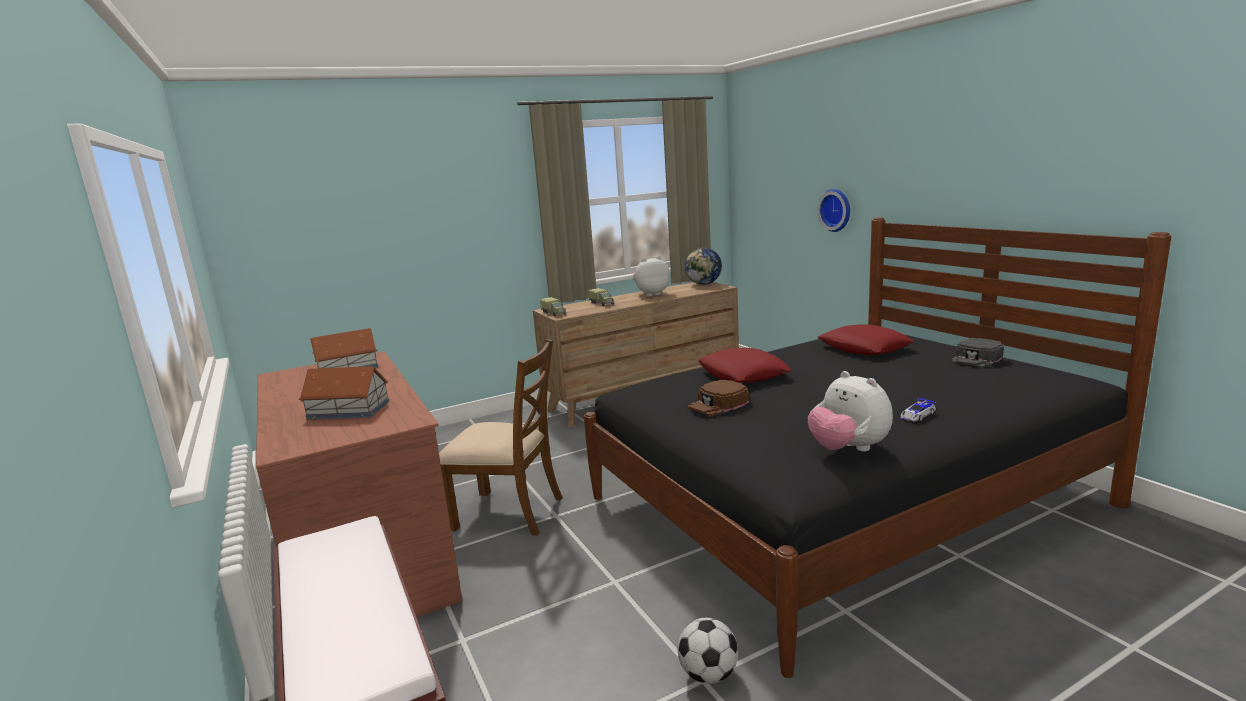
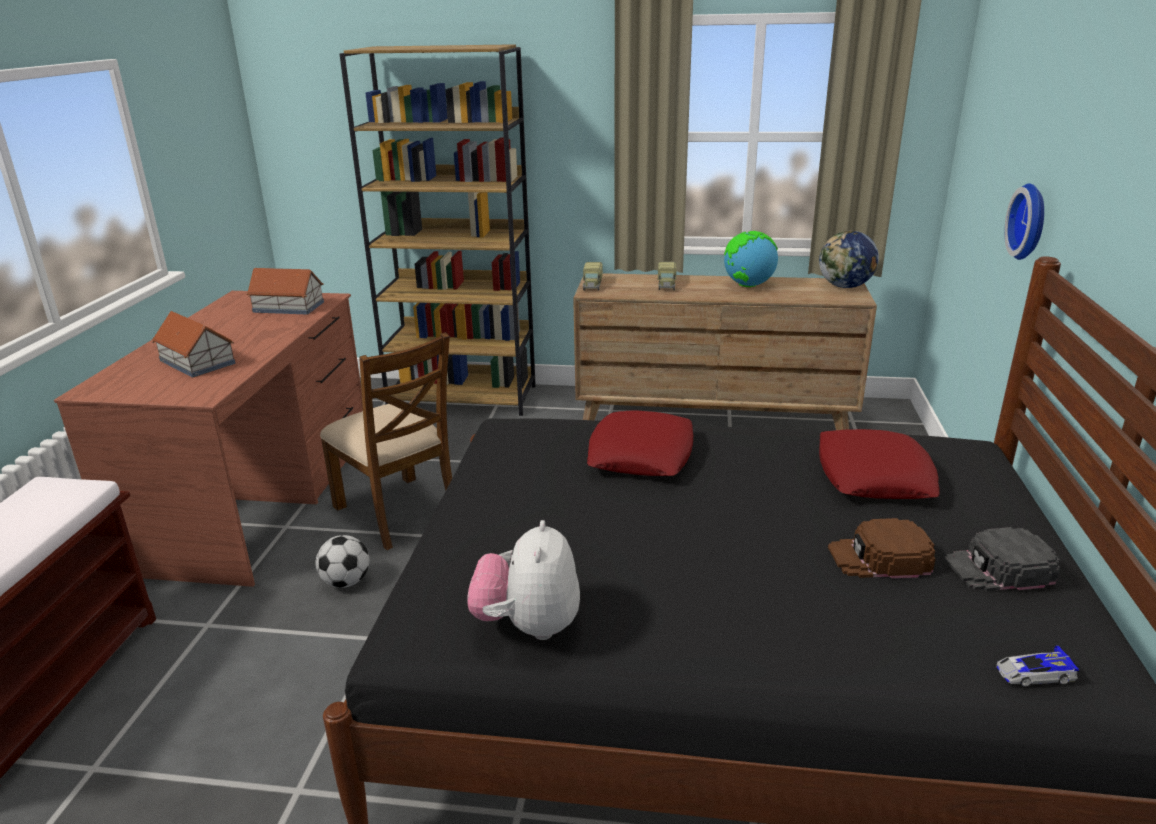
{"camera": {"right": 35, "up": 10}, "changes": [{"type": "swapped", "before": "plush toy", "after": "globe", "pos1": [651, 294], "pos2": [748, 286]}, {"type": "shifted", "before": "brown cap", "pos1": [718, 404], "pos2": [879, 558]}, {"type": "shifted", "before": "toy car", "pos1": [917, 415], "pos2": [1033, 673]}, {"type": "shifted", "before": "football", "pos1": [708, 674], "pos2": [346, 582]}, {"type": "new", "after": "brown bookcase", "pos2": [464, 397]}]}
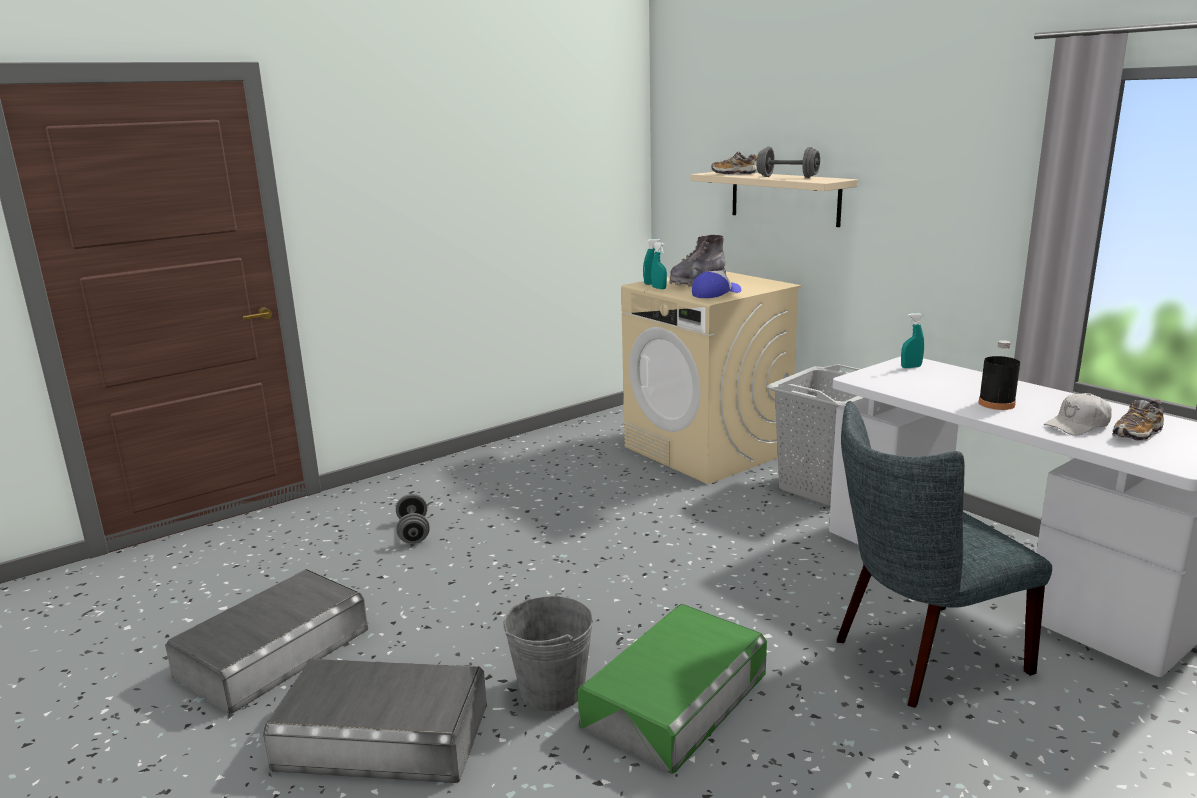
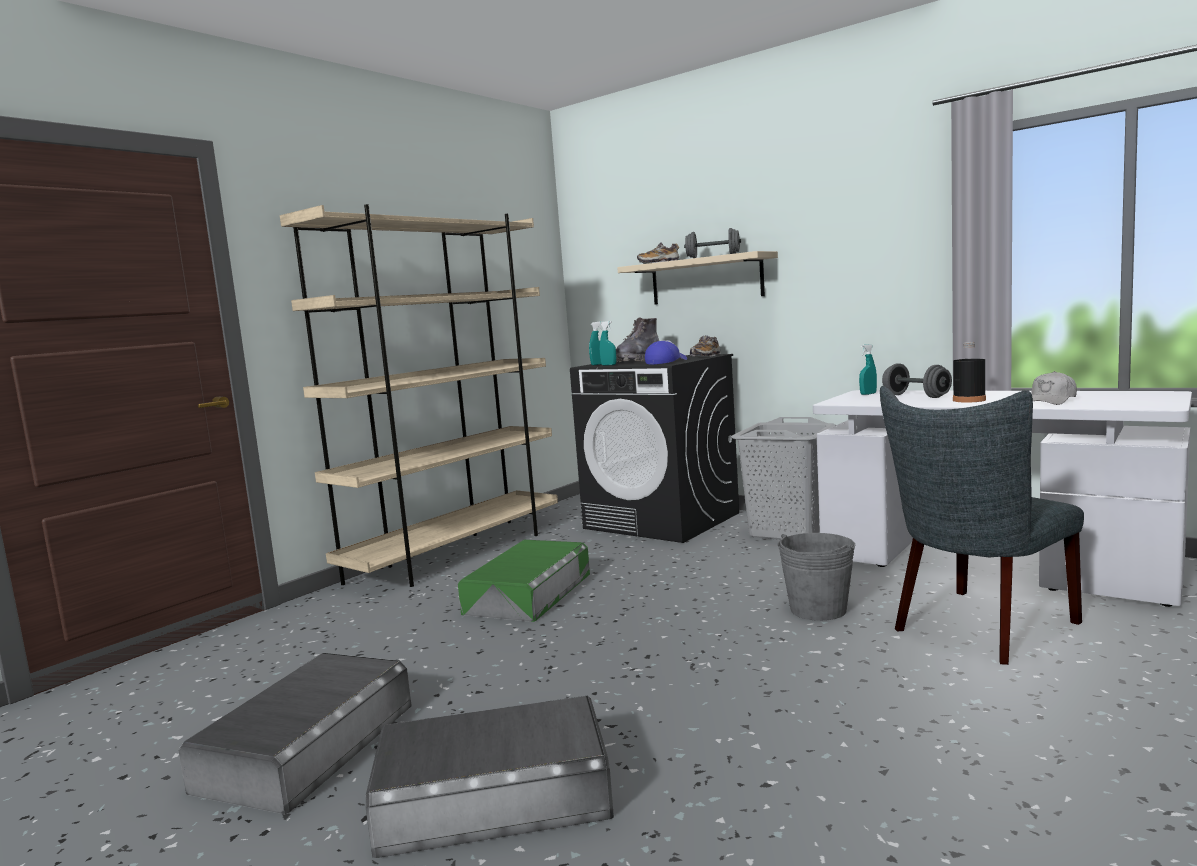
{"camera": {"right": -15, "up": -10}, "changes": [{"type": "repainted", "before": "beige washing machine", "after": "black washing machine", "pos1": [707, 450], "pos2": [662, 521]}, {"type": "shifted", "before": "shoe", "pos1": [1137, 434], "pos2": [705, 356]}, {"type": "shifted", "before": "grey dumbbell", "pos1": [413, 532], "pos2": [916, 396]}, {"type": "shifted", "before": "grey bucket", "pos1": [552, 690], "pos2": [818, 610]}, {"type": "shifted", "before": "green storage box", "pos1": [676, 699], "pos2": [529, 593]}, {"type": "new", "after": "beige bookcase", "pos2": [456, 554]}]}
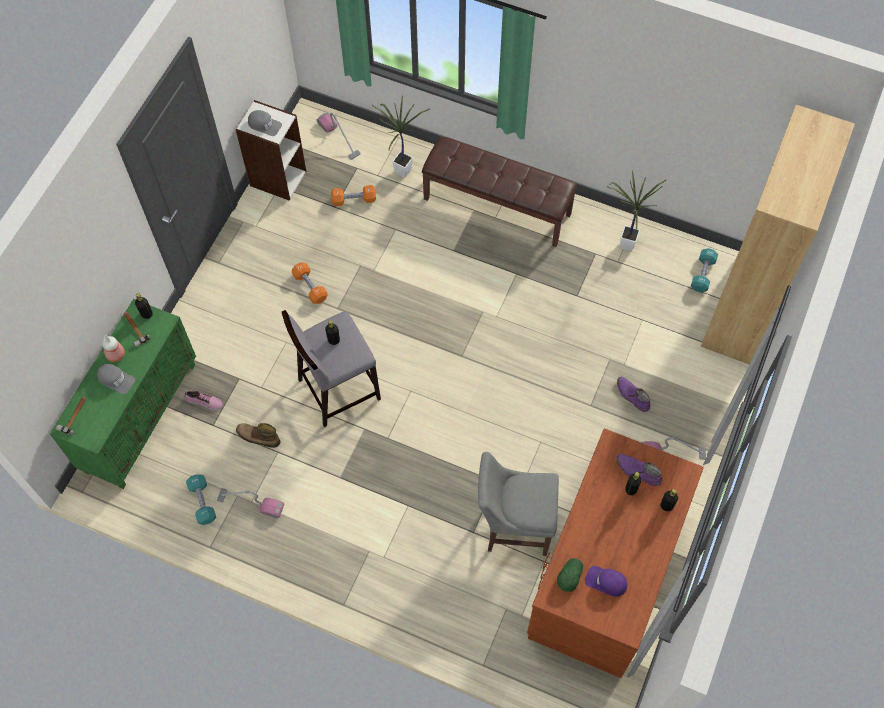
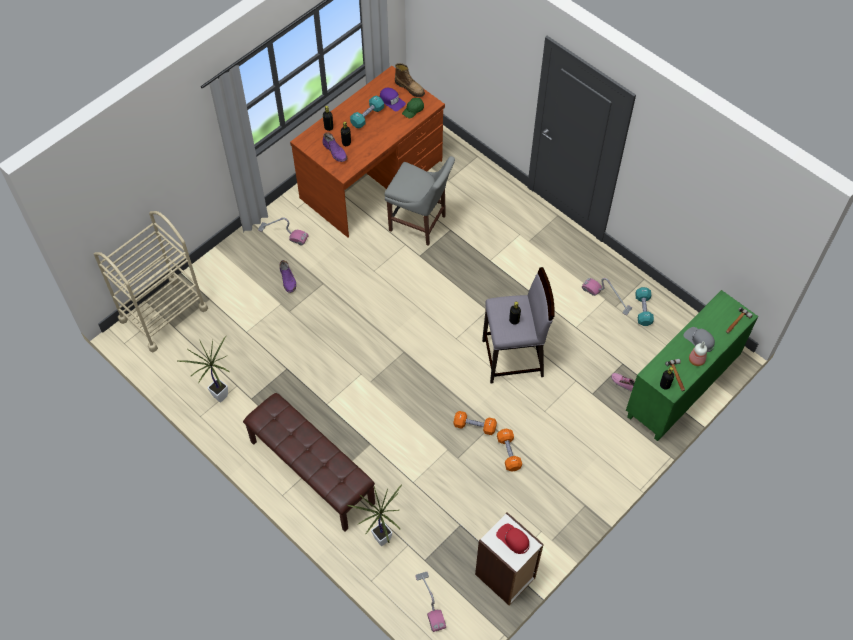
{"camera": {"right": -160, "up": -5}, "changes": [{"type": "swapped", "before": "brown bookcase", "after": "beige cart", "pos1": [742, 309], "pos2": [163, 314]}, {"type": "repainted", "before": "grey cap", "after": "red cap", "pos1": [264, 125], "pos2": [513, 539]}, {"type": "shifted", "before": "orange dumbbell", "pos1": [354, 200], "pos2": [474, 426]}, {"type": "shifted", "before": "turquoise dumbbell", "pos1": [702, 274], "pos2": [367, 116]}, {"type": "shifted", "before": "boot", "pos1": [258, 437], "pos2": [410, 88]}]}
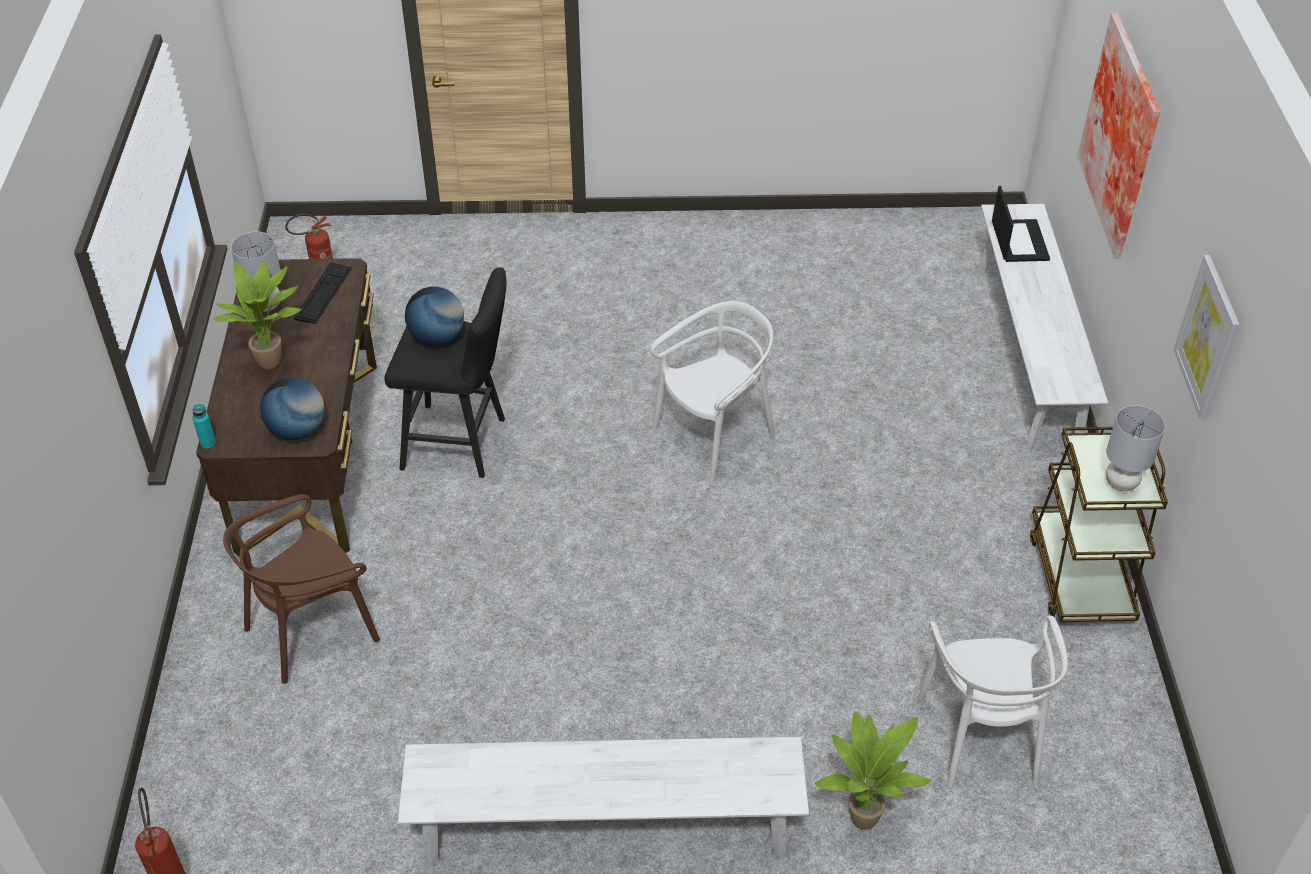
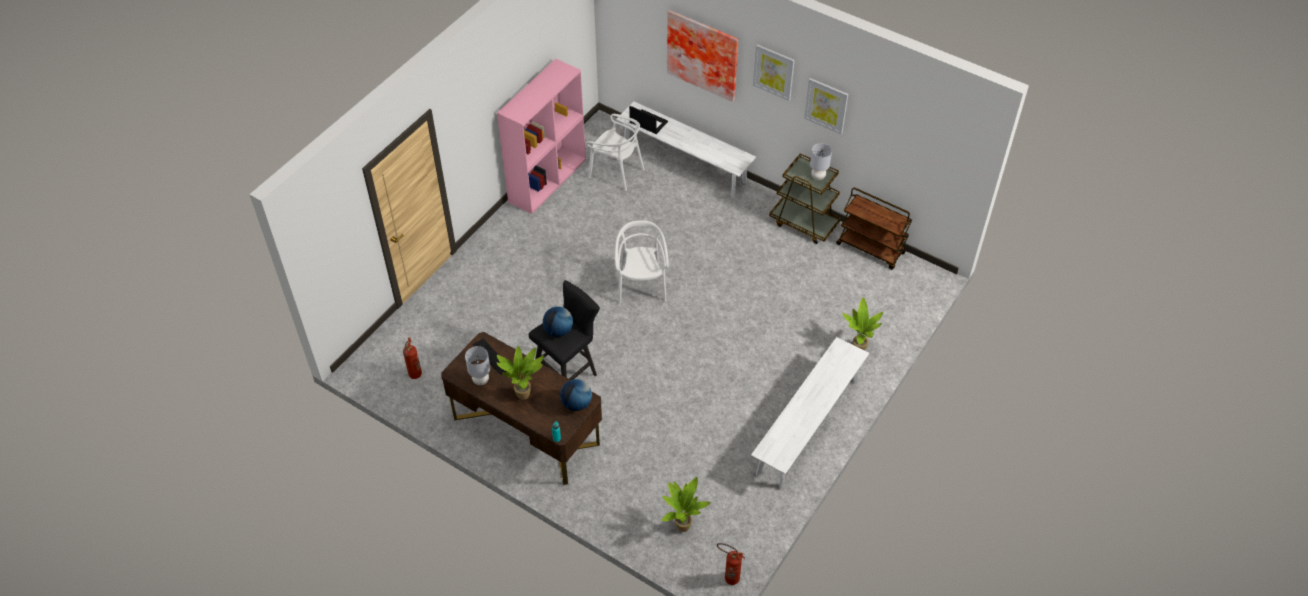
{"camera": {"right": -55, "up": 5}, "changes": [{"type": "gone", "before": "brown chair", "pos1": [311, 630]}, {"type": "shifted", "before": "white chair", "pos1": [981, 737], "pos2": [616, 172]}, {"type": "new", "after": "picture", "pos2": [773, 72]}, {"type": "new", "after": "pink bookcase", "pos2": [547, 180]}, {"type": "new", "after": "brown cart", "pos2": [871, 249]}, {"type": "new", "after": "potted plant", "pos2": [681, 526]}]}
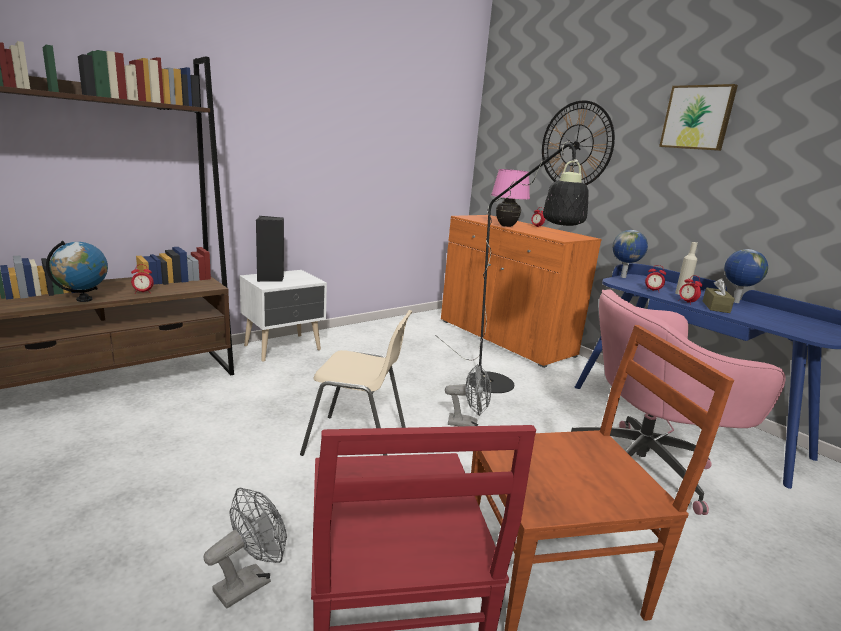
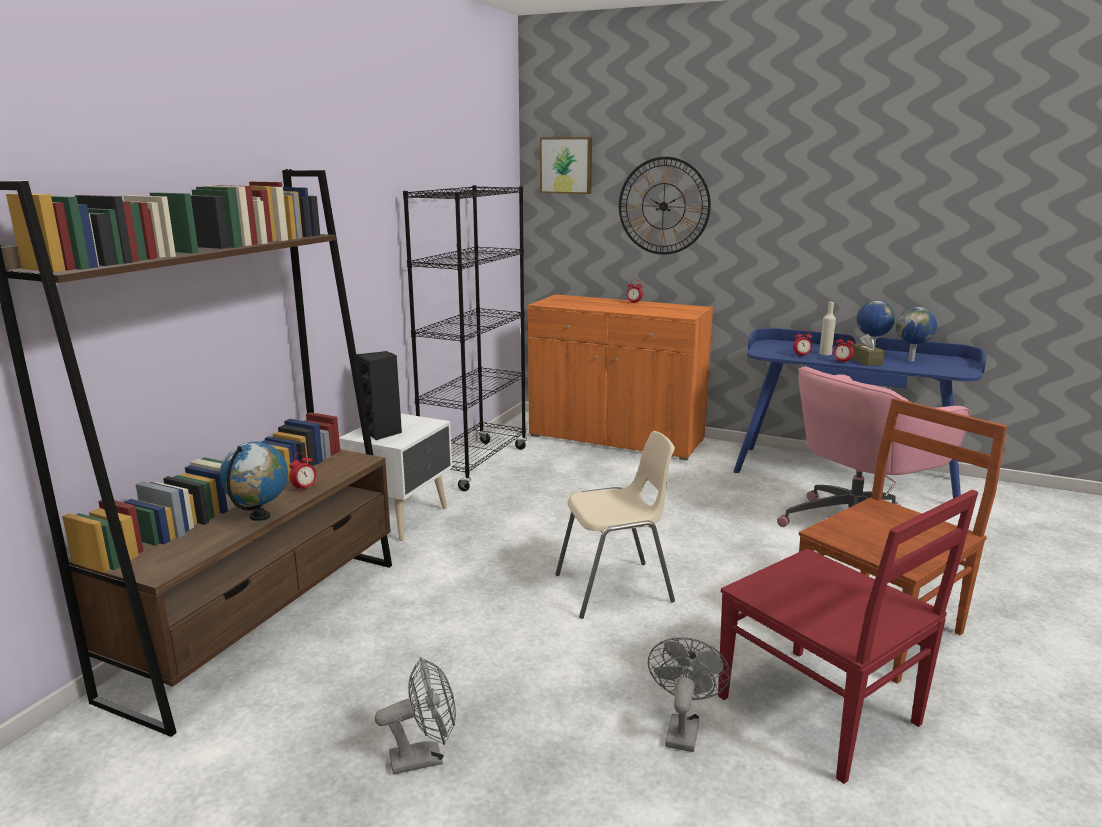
{"camera": {"right": -25, "up": 0}, "changes": [{"type": "shifted", "before": "picture", "pos1": [697, 118], "pos2": [566, 165]}, {"type": "gone", "before": "black floor lamp", "pos1": [497, 388]}, {"type": "gone", "before": "pink table lamp", "pos1": [506, 226]}, {"type": "shifted", "before": "globe", "pos1": [624, 277], "pos2": [912, 360]}, {"type": "shifted", "before": "grey fan", "pos1": [467, 424], "pos2": [425, 757]}, {"type": "new", "after": "black bookcase", "pos2": [475, 465]}]}
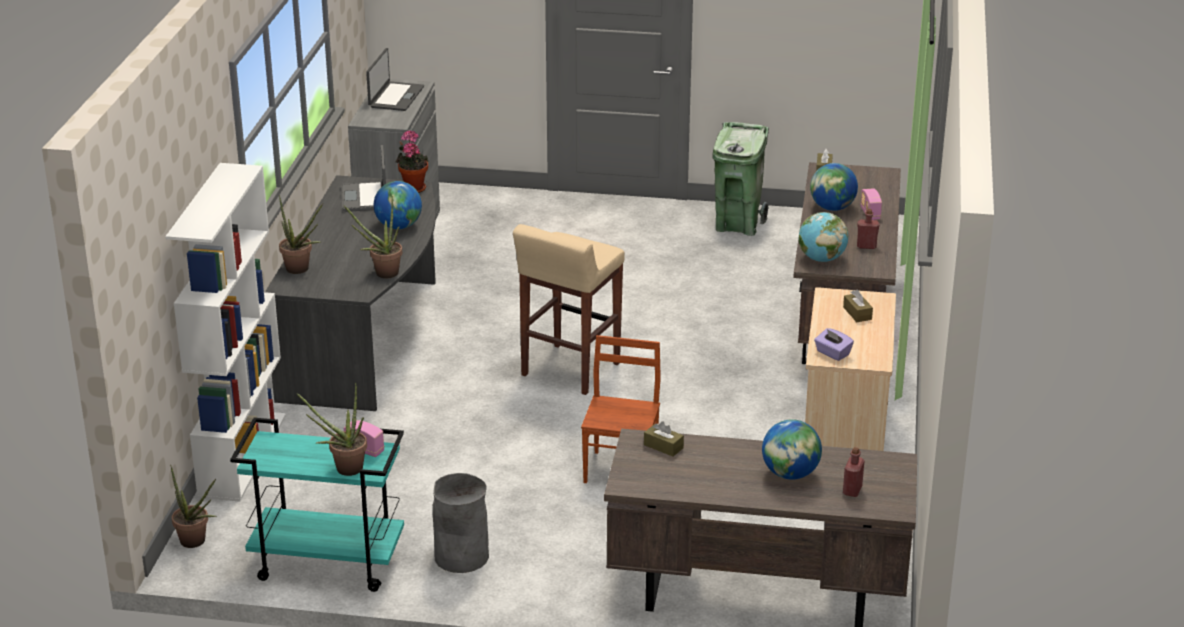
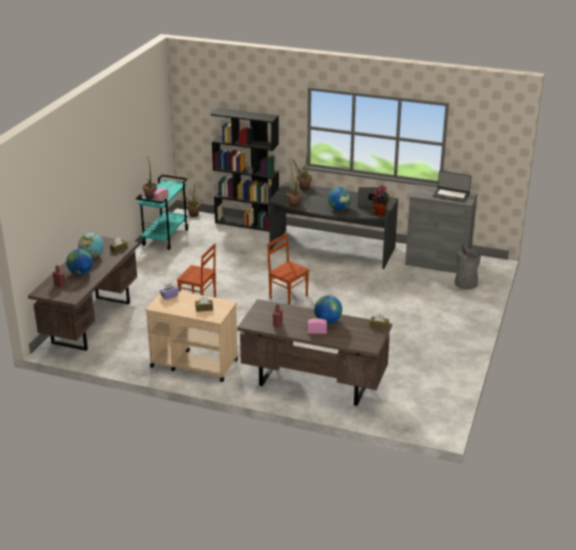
{"camera": {"right": 100, "up": 0}, "changes": [{"type": "gone", "before": "green trash can", "pos1": [738, 225]}, {"type": "repainted", "before": "white bookcase", "after": "black bookcase", "pos1": [242, 454], "pos2": [247, 223]}, {"type": "shifted", "before": "globe", "pos1": [821, 259], "pos2": [92, 256]}, {"type": "swapped", "before": "beige stool", "after": "brown chair", "pos1": [569, 370], "pos2": [288, 296]}, {"type": "shifted", "before": "grey trash can", "pos1": [461, 556], "pos2": [466, 283]}]}
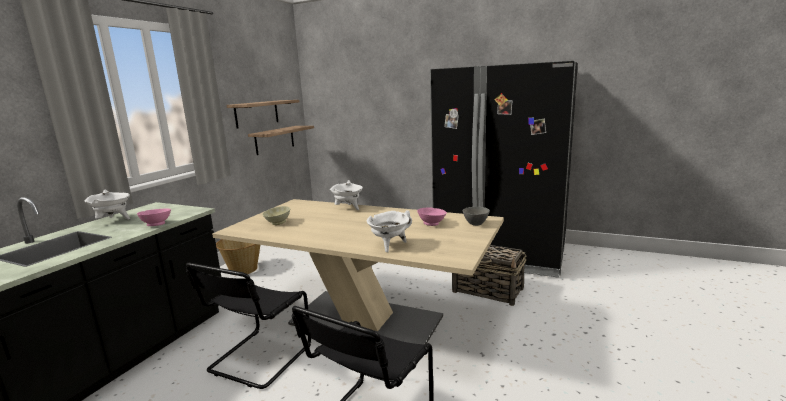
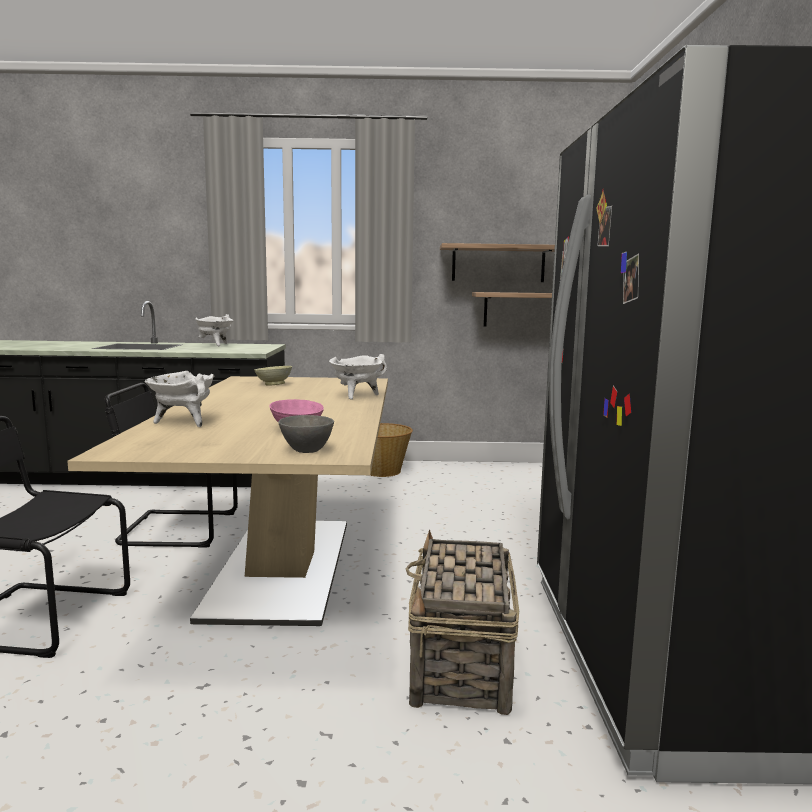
{"camera": {"right": 65, "up": -5}, "changes": [{"type": "gone", "before": "pink bowl", "pos1": [157, 224]}]}
